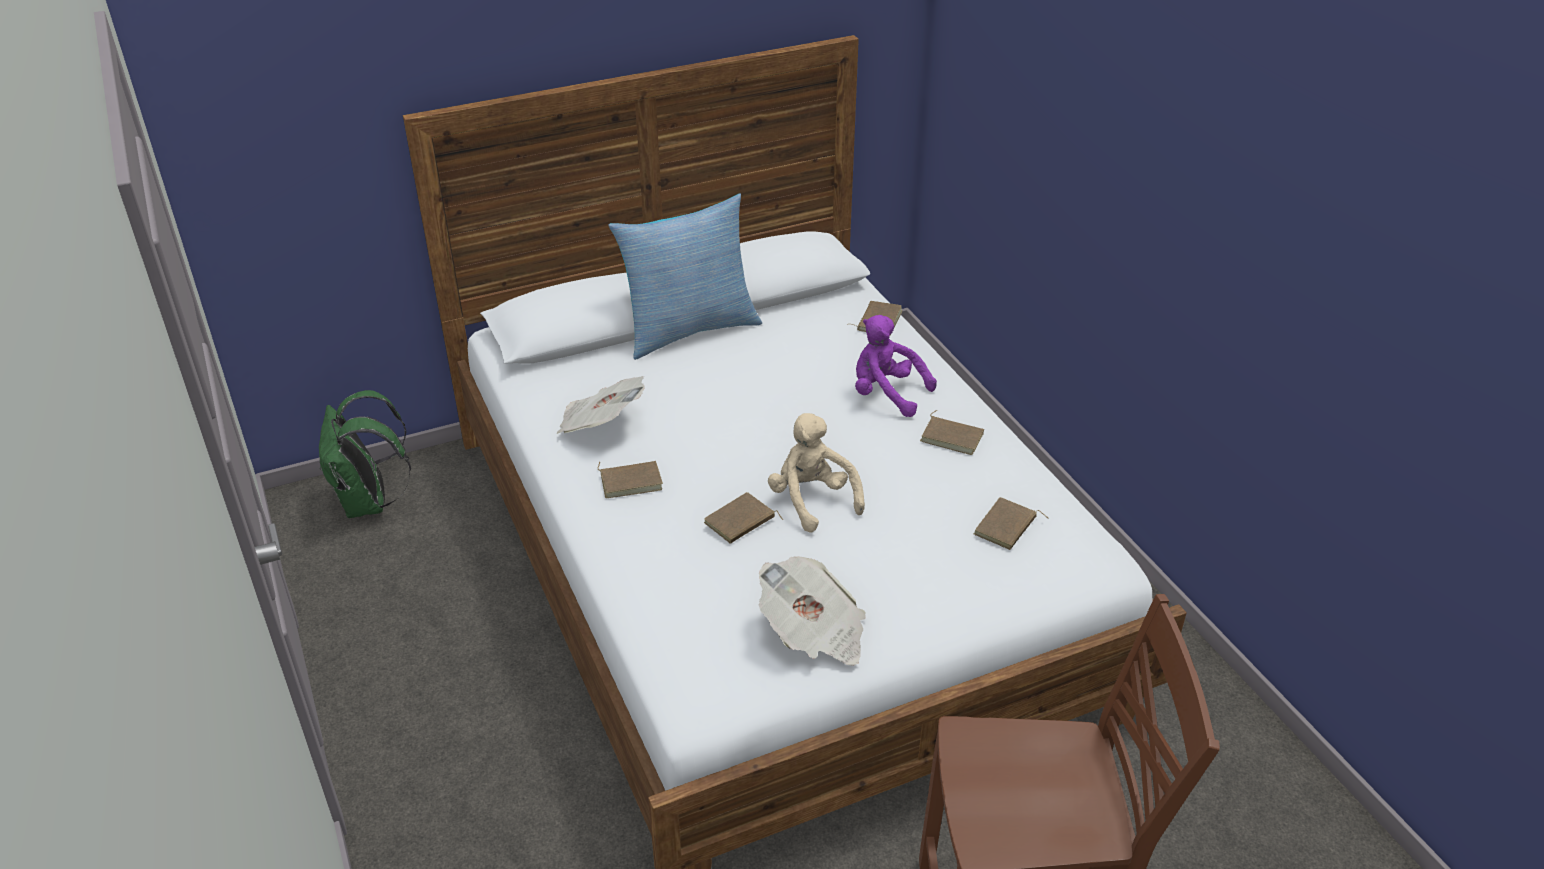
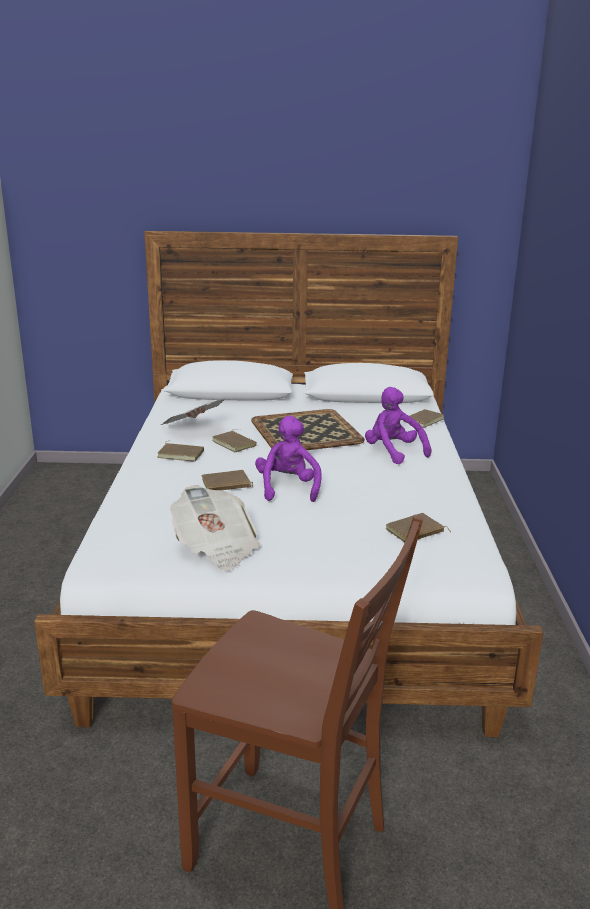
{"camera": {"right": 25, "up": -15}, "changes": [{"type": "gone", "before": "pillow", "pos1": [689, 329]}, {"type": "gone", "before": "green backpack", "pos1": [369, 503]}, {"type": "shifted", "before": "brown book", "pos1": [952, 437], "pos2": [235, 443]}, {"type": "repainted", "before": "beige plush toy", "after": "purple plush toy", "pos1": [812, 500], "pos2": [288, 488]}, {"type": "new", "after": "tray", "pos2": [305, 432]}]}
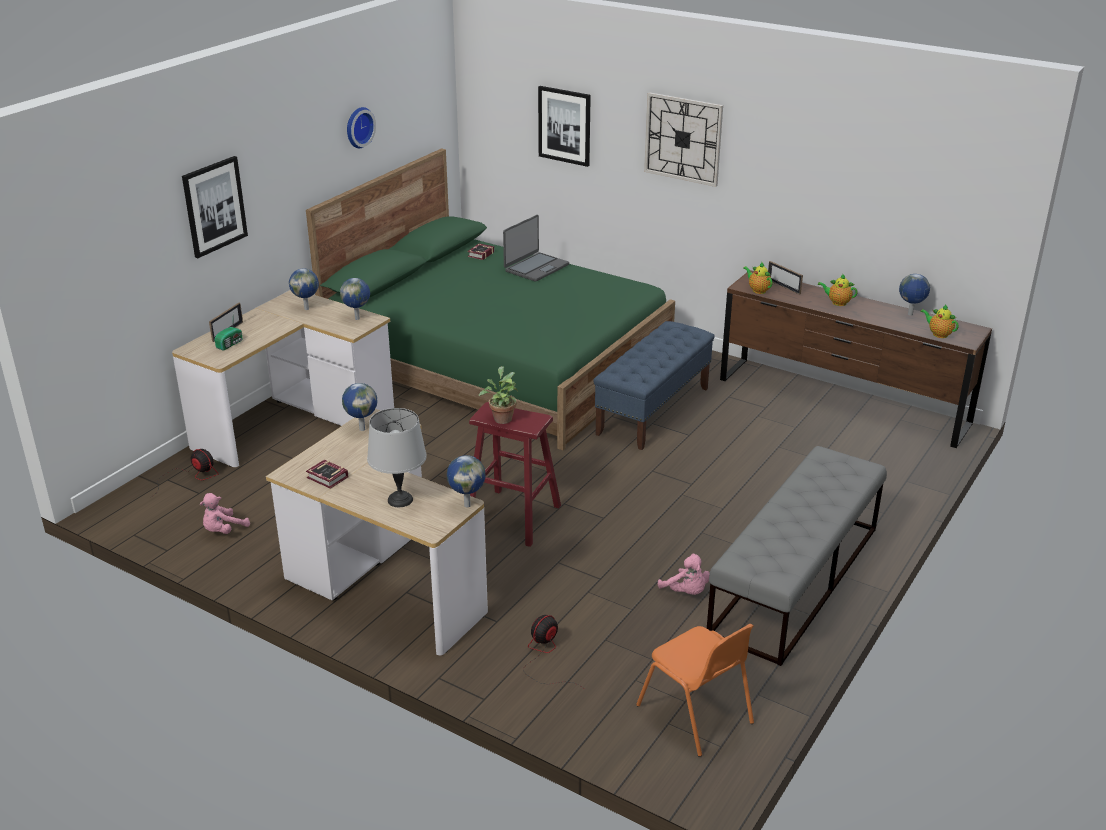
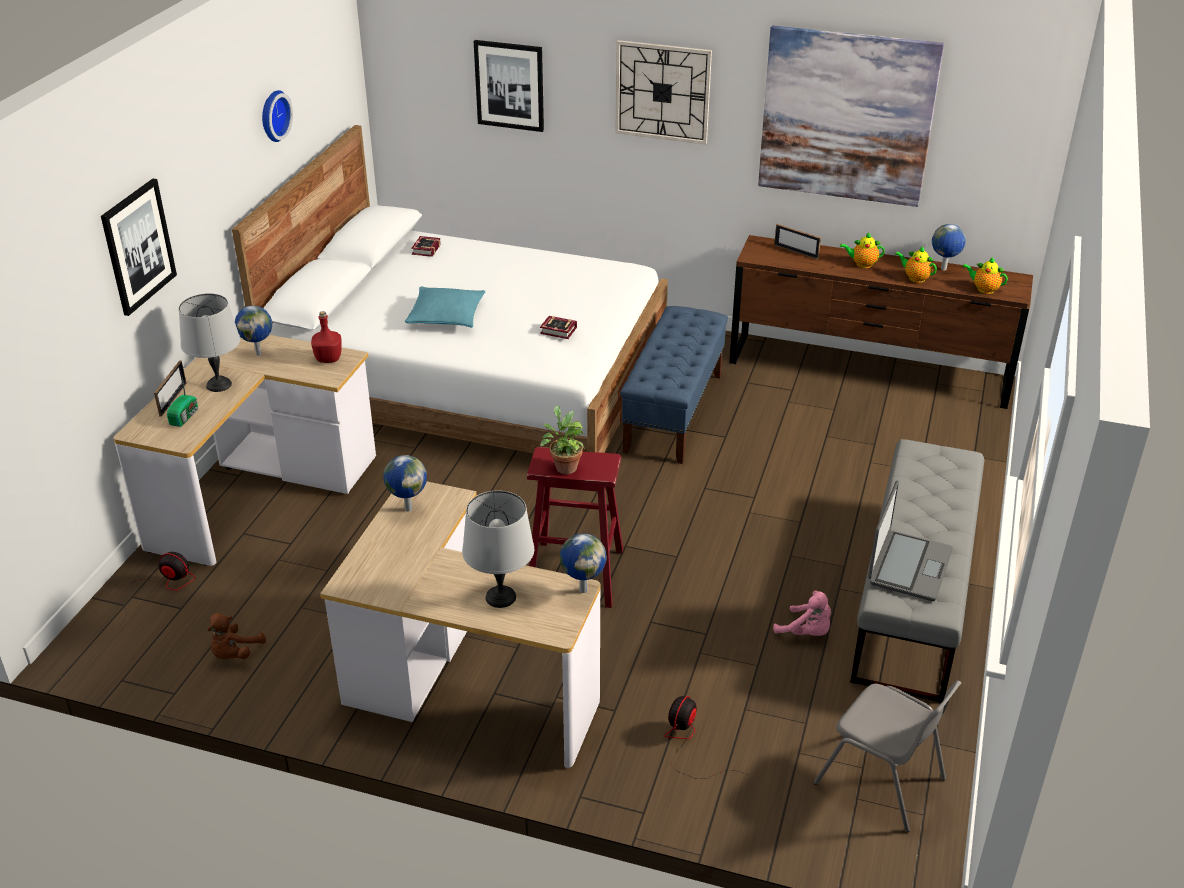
{"camera": {"right": -15, "up": 5}, "changes": [{"type": "repainted", "before": "green bed", "after": "white bed", "pos1": [498, 362], "pos2": [472, 377]}, {"type": "shifted", "before": "laptop", "pos1": [536, 268], "pos2": [908, 566]}, {"type": "shifted", "before": "teapot", "pos1": [758, 290], "pos2": [915, 278]}, {"type": "swapped", "before": "globe", "after": "red bottle", "pos1": [358, 318], "pos2": [329, 358]}, {"type": "shifted", "before": "book", "pos1": [328, 478], "pos2": [559, 331]}, {"type": "repainted", "before": "pink plush toy", "after": "brown plush toy", "pos1": [223, 530], "pos2": [235, 653]}, {"type": "repainted", "before": "orange chair", "after": "grey chair", "pos1": [696, 715], "pos2": [881, 782]}, {"type": "new", "after": "picture", "pos2": [847, 116]}, {"type": "new", "after": "turquoise pillow", "pos2": [446, 316]}, {"type": "new", "after": "grey table lamp", "pos2": [218, 385]}]}
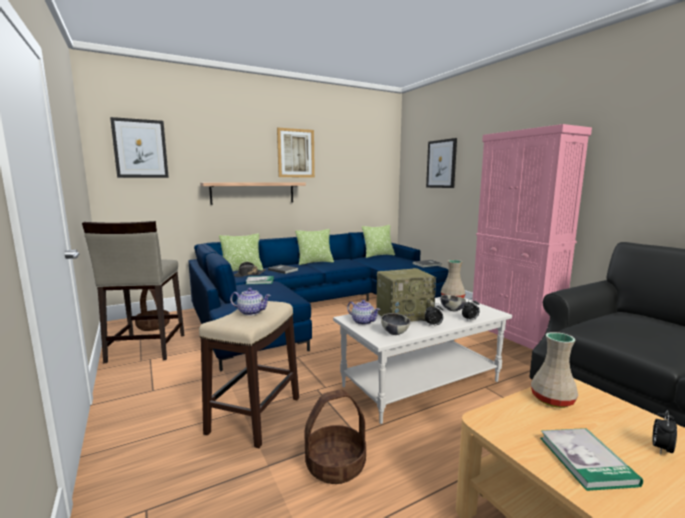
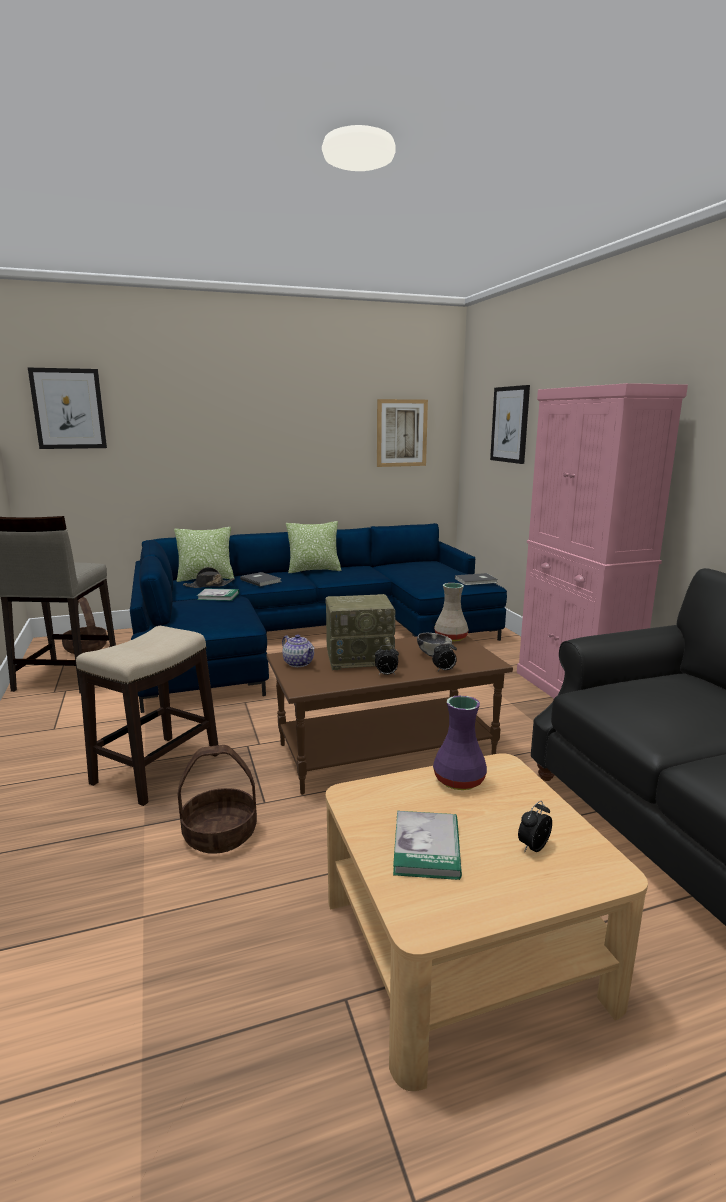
{"camera": {"right": 10, "up": 5}, "changes": [{"type": "shifted", "before": "picture", "pos1": [296, 153], "pos2": [401, 433]}, {"type": "gone", "before": "shelf", "pos1": [253, 193]}, {"type": "gone", "before": "pillow", "pos1": [378, 255]}, {"type": "gone", "before": "teapot", "pos1": [251, 312]}, {"type": "repainted", "before": "white coffee table", "after": "brown coffee table", "pos1": [420, 383], "pos2": [386, 750]}, {"type": "gone", "before": "bowl", "pos1": [395, 333]}, {"type": "repainted", "before": "beige vase", "after": "purple vase", "pos1": [551, 399], "pos2": [458, 779]}]}
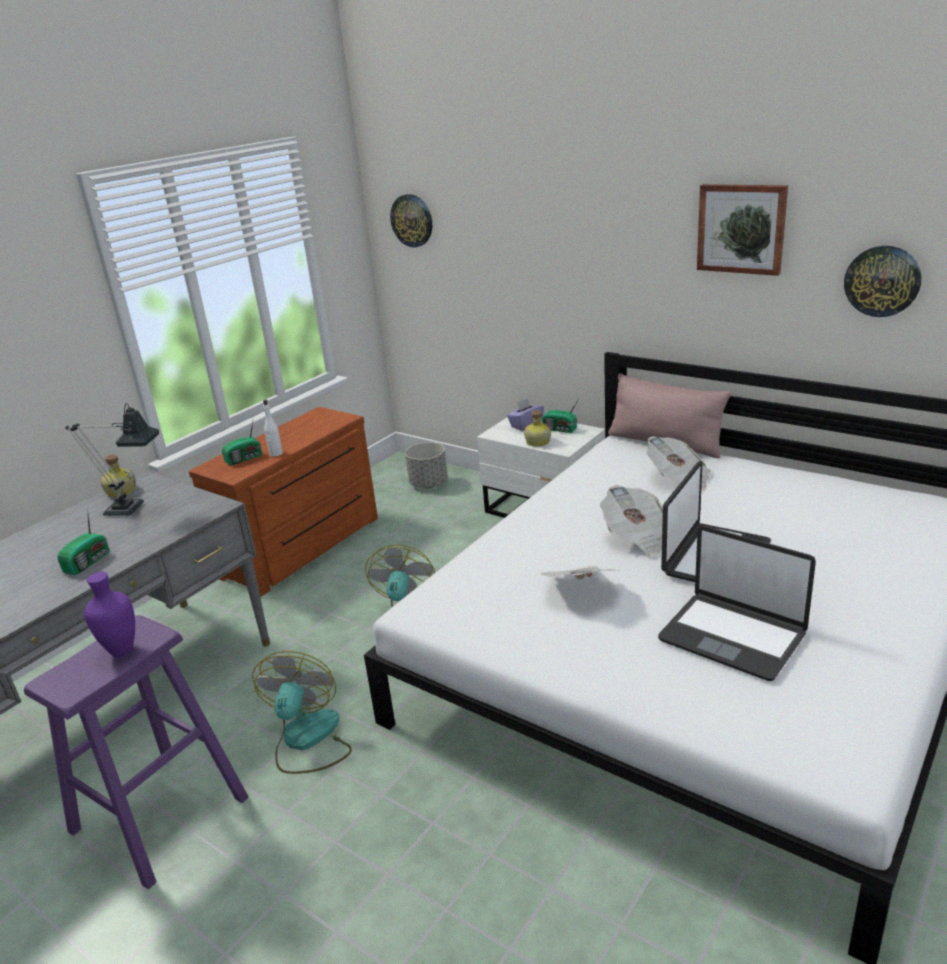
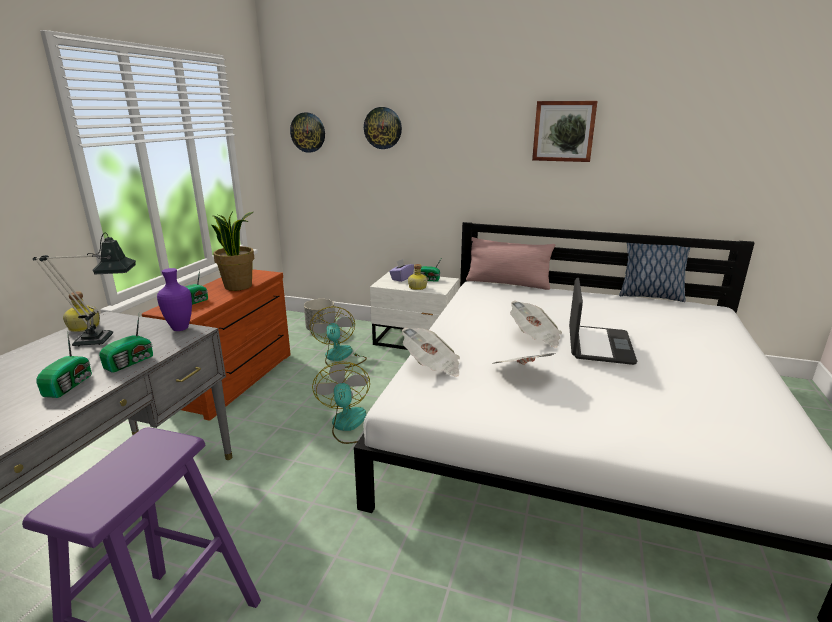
{"camera": {"right": -20, "up": -5}, "changes": [{"type": "shifted", "before": "wall clock", "pos1": [882, 281], "pos2": [383, 128]}, {"type": "gone", "before": "white bottle", "pos1": [276, 453]}, {"type": "shifted", "before": "newspaper", "pos1": [679, 479], "pos2": [432, 366]}, {"type": "gone", "before": "laptop", "pos1": [732, 636]}, {"type": "shifted", "before": "purple vase", "pos1": [123, 650], "pos2": [181, 328]}, {"type": "shifted", "before": "fan", "pos1": [307, 741], "pos2": [340, 357]}, {"type": "new", "after": "potted plant", "pos2": [239, 286]}, {"type": "new", "after": "pillow", "pos2": [649, 296]}, {"type": "new", "after": "radio", "pos2": [131, 362]}]}
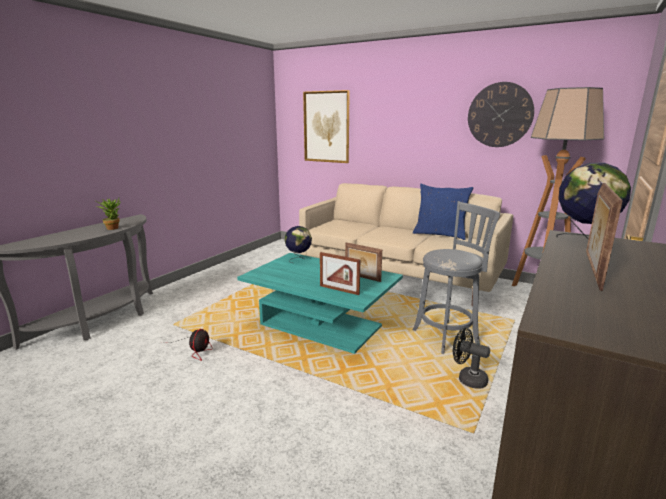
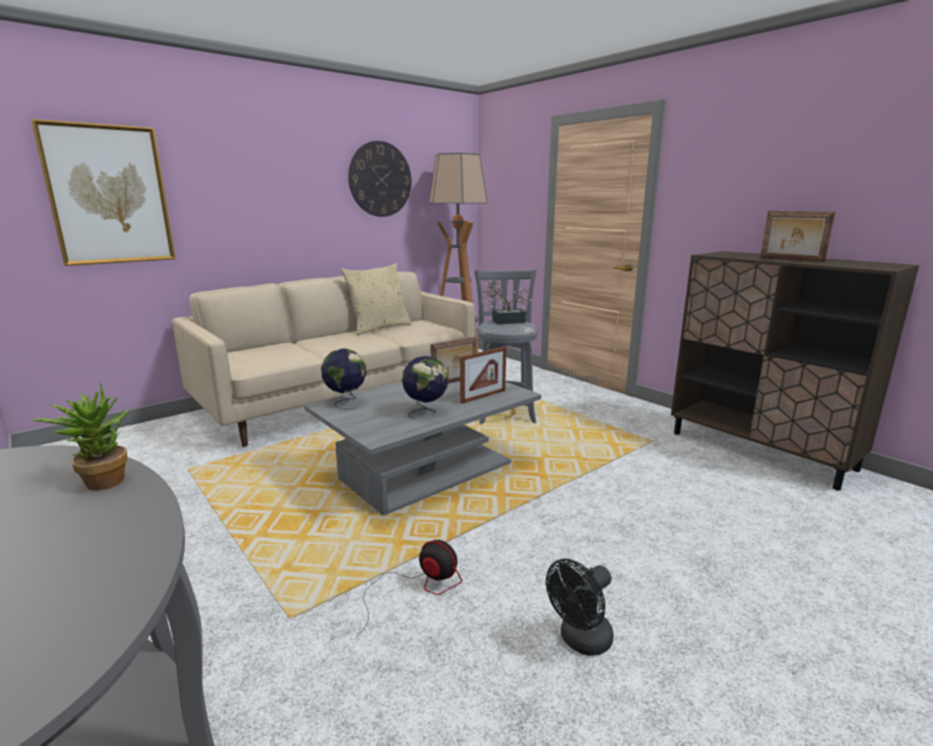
{"camera": {"right": -70, "up": 0}, "changes": [{"type": "shifted", "before": "globe", "pos1": [584, 239], "pos2": [426, 412]}, {"type": "repainted", "before": "blue pillow", "after": "beige pillow", "pos1": [440, 234], "pos2": [379, 328]}, {"type": "repainted", "before": "turquoise coffee table", "after": "grey coffee table", "pos1": [321, 326], "pos2": [427, 471]}, {"type": "shifted", "before": "black fan", "pos1": [467, 379], "pos2": [580, 641]}, {"type": "new", "after": "potted plant", "pos2": [504, 321]}]}
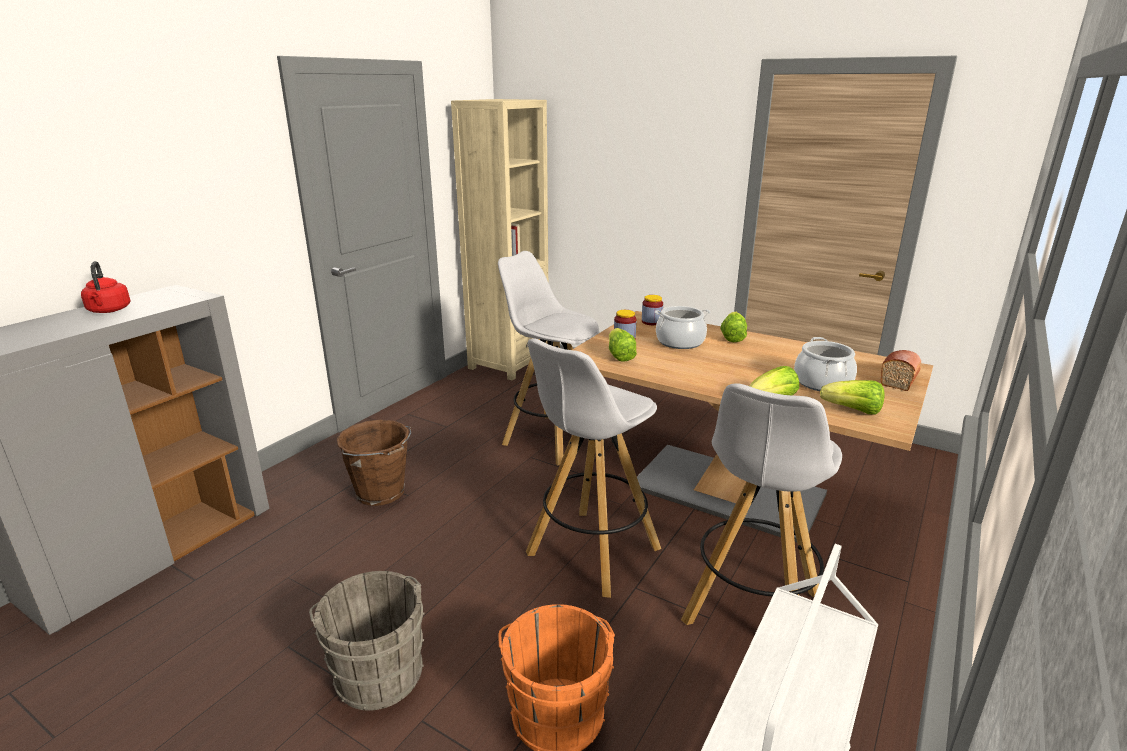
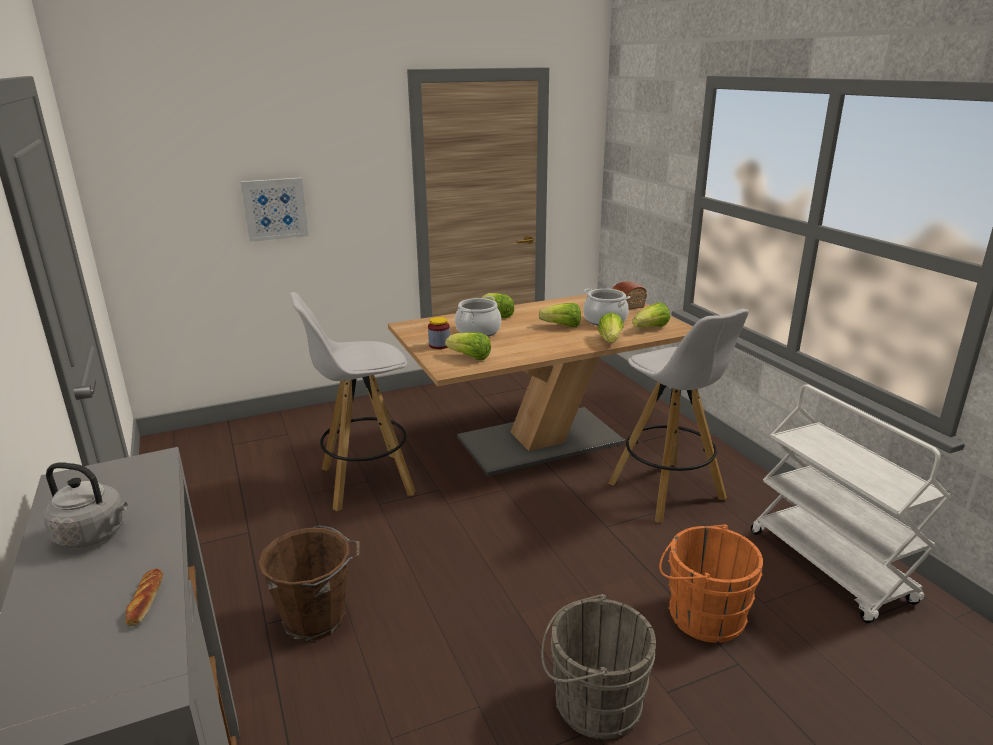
{"camera": {"right": -55, "up": 0}, "changes": [{"type": "gone", "before": "beige bookcase", "pos1": [509, 363]}, {"type": "repainted", "before": "red kettle", "after": "grey kettle", "pos1": [109, 311], "pos2": [94, 535]}, {"type": "gone", "before": "jar", "pos1": [651, 322]}, {"type": "gone", "before": "white stool", "pos1": [592, 553]}, {"type": "new", "after": "picture", "pos2": [275, 209]}, {"type": "new", "after": "lettuce", "pos2": [562, 326]}, {"type": "new", "after": "bread", "pos2": [146, 601]}]}
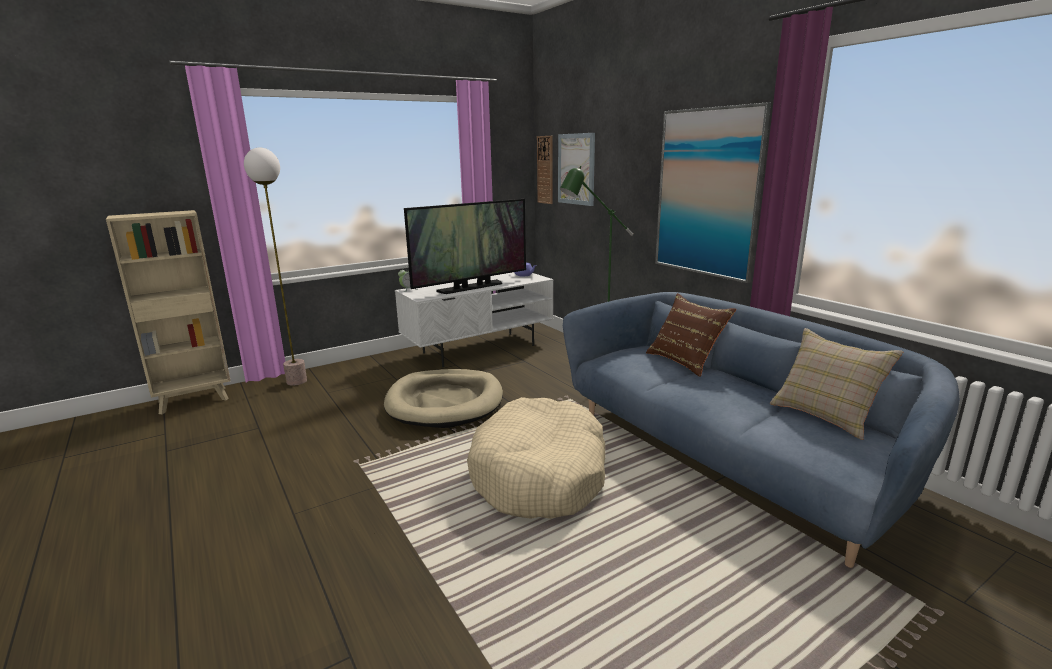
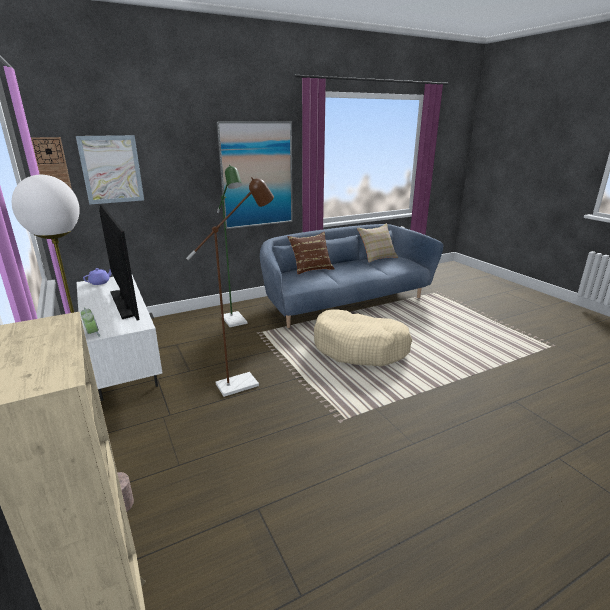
{"camera": {"right": -85, "up": 5}, "changes": [{"type": "swapped", "before": "beige dog bed", "after": "brown floor lamp", "pos1": [445, 402], "pos2": [244, 382]}]}
